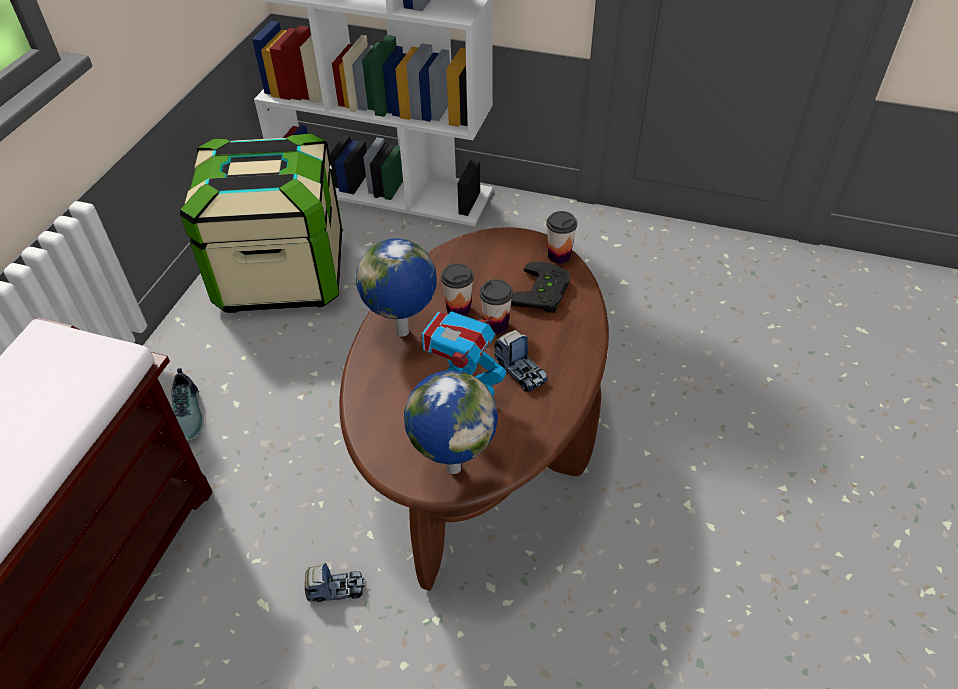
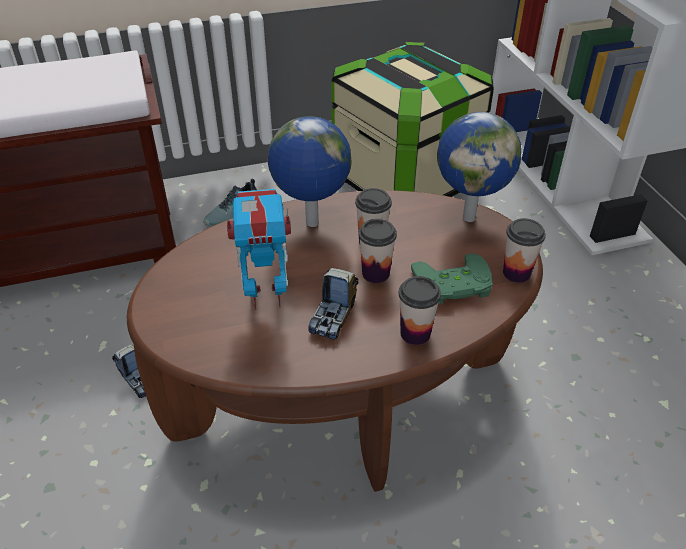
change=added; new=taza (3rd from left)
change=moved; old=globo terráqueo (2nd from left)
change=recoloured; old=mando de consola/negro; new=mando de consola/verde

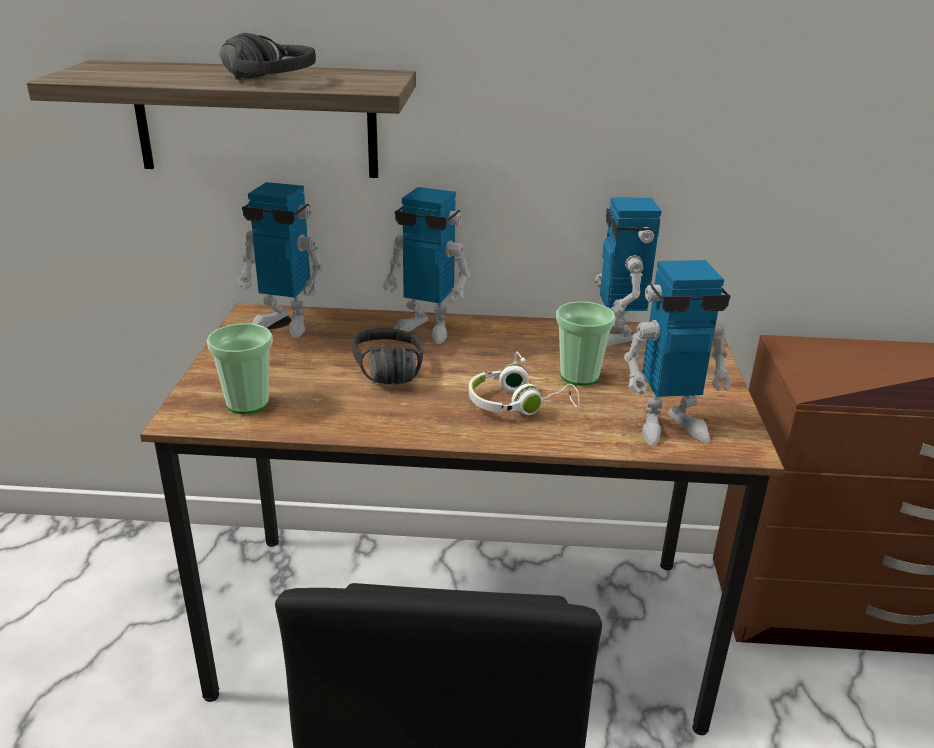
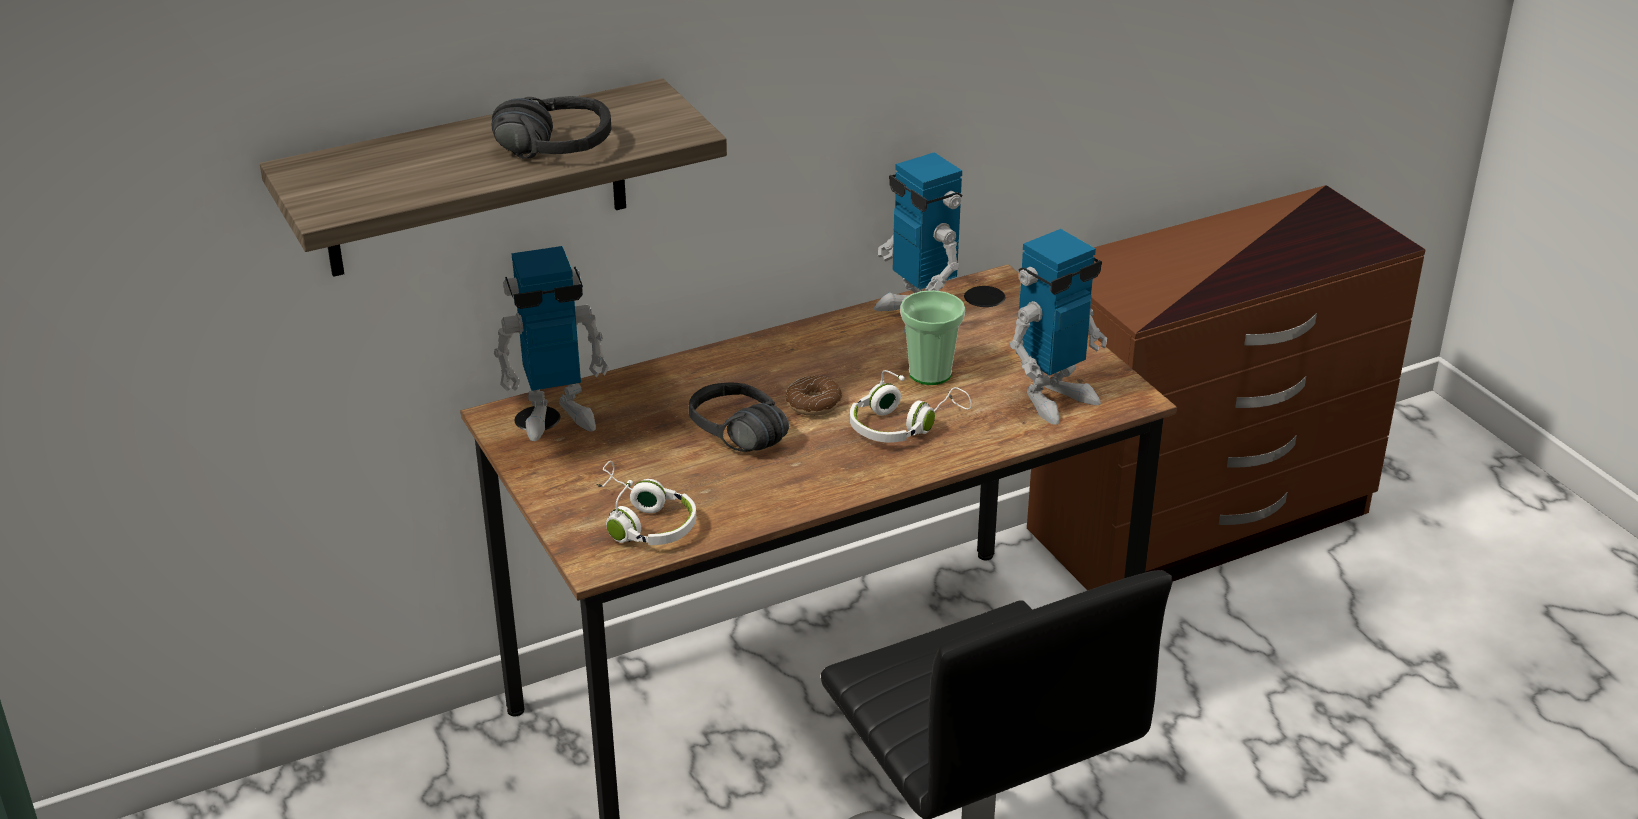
change=removed; old=robot de juguete (2nd from left)
change=added; new=rosquilla
change=replaced; old=taza (1st from left); new=auriculares/blanco (1st from left)

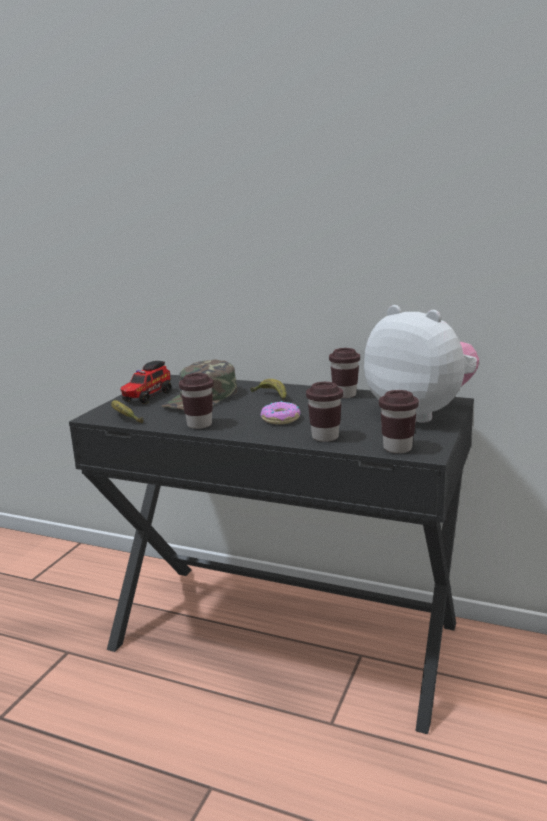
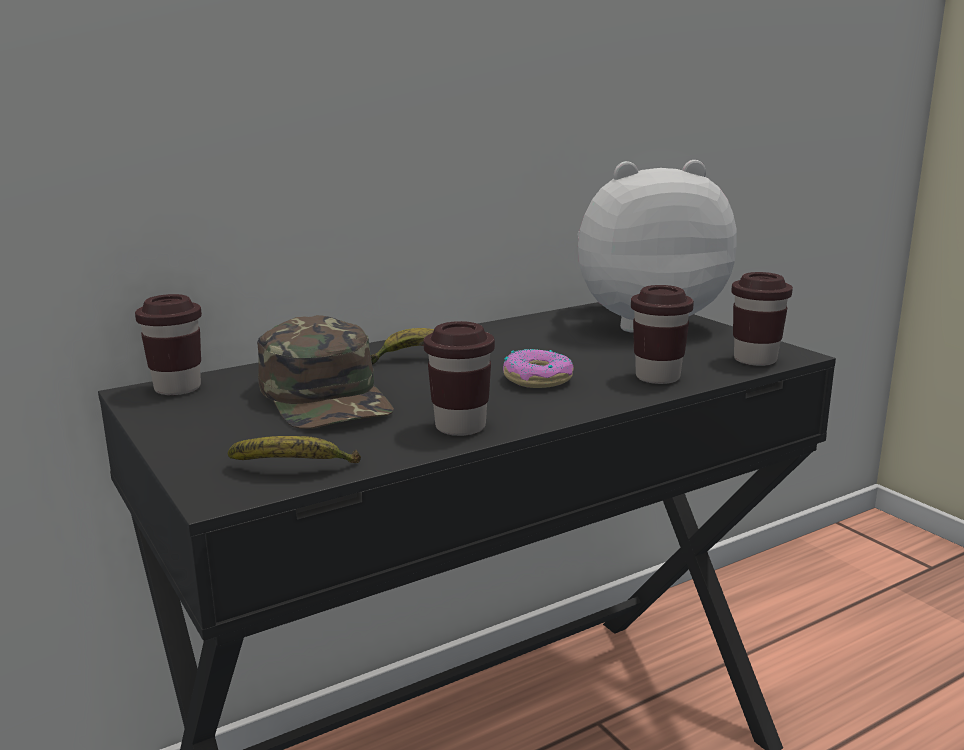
change=removed; old=camión de juguete
change=moved; old=taza/marrón (3rd from left in the first image); new=taza/marrón (1st from left)

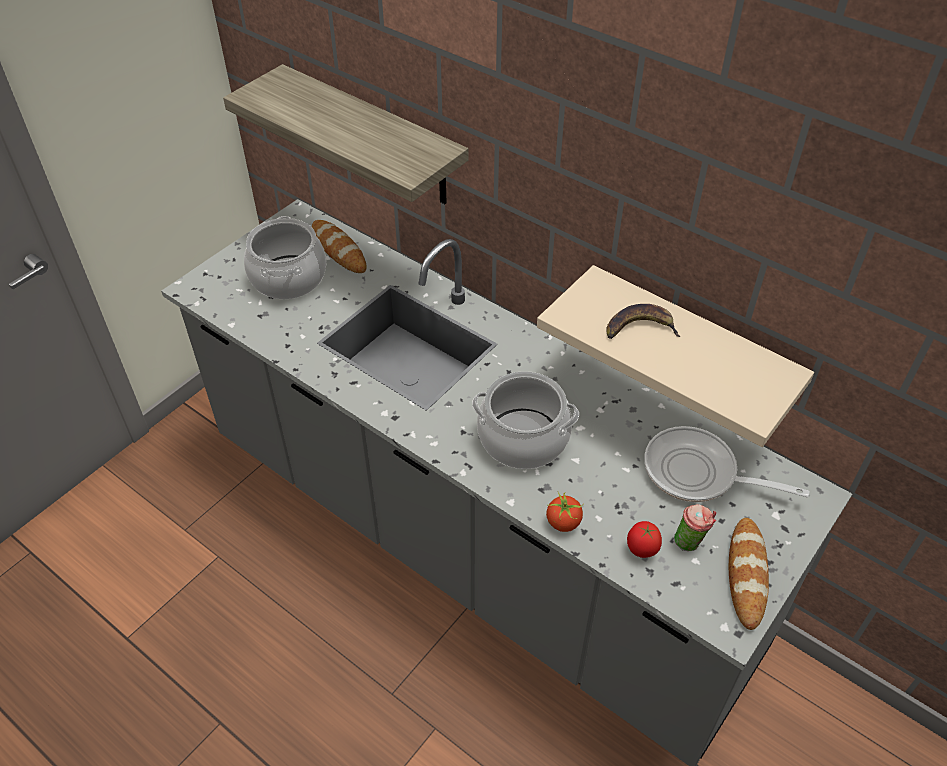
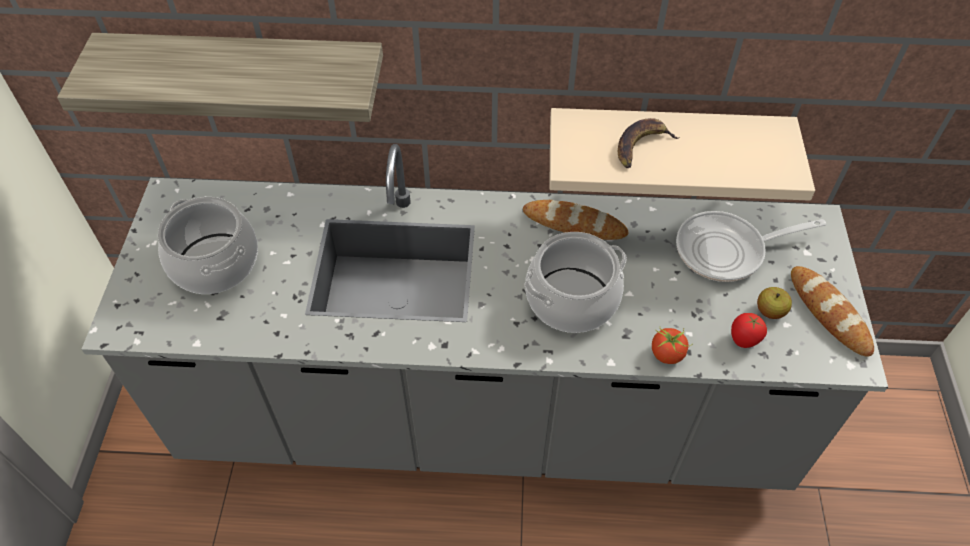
change=moved; old=pan (1st from left)
change=replaced; old=taza; new=manzana

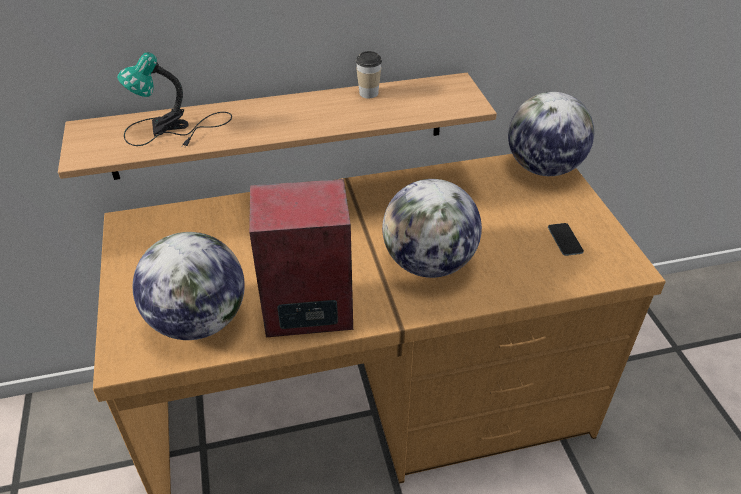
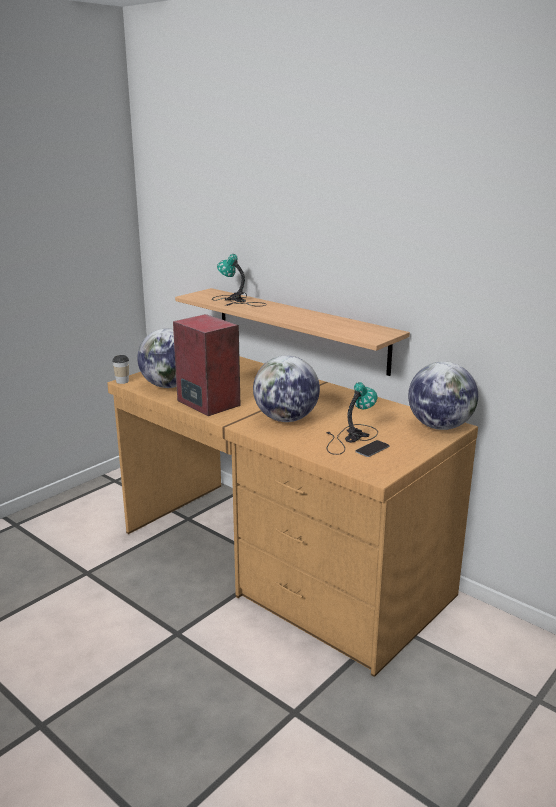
change=added; new=lámpara de mesa (2nd from left)
change=moved; old=taza

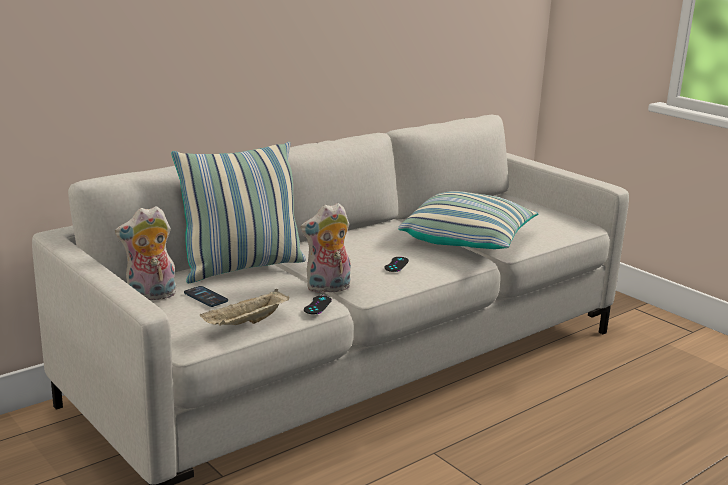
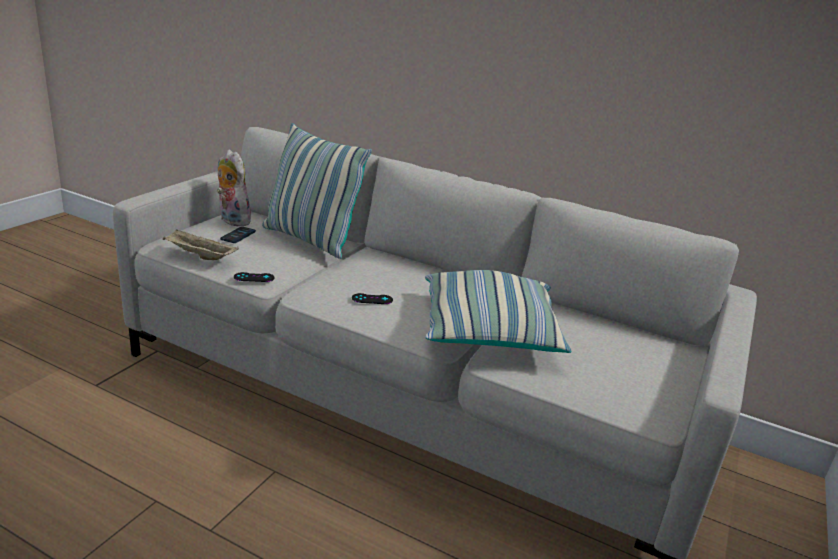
change=removed; old=peluche (2nd from left)

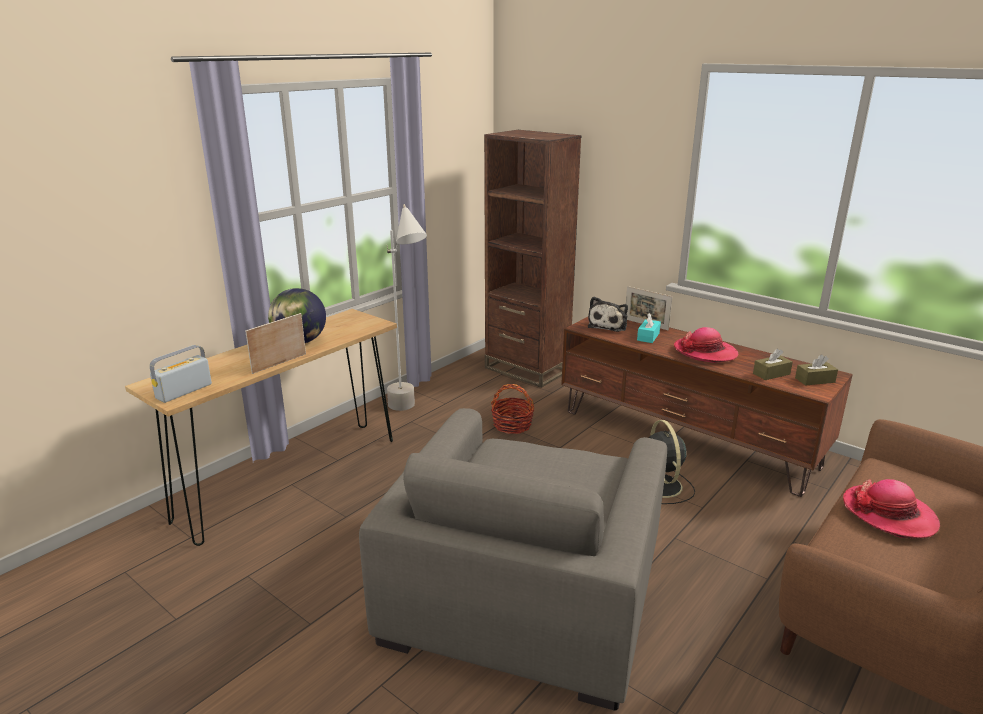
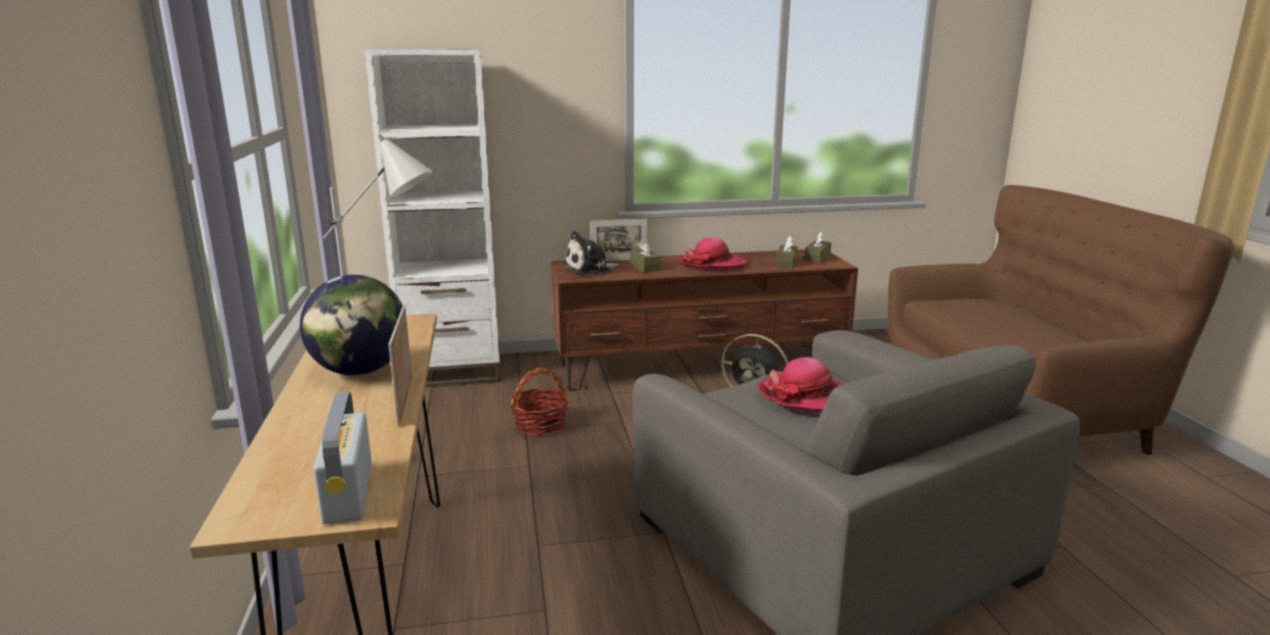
change=moved; old=sombrero (2nd from left)
change=recoloured; old=estantería/marrón; new=estantería/blanco
change=recoloured; old=caja de pañuelos/turquesa; new=caja de pañuelos/marrón (1st from left)
change=turned; old=peluche; degrees=90

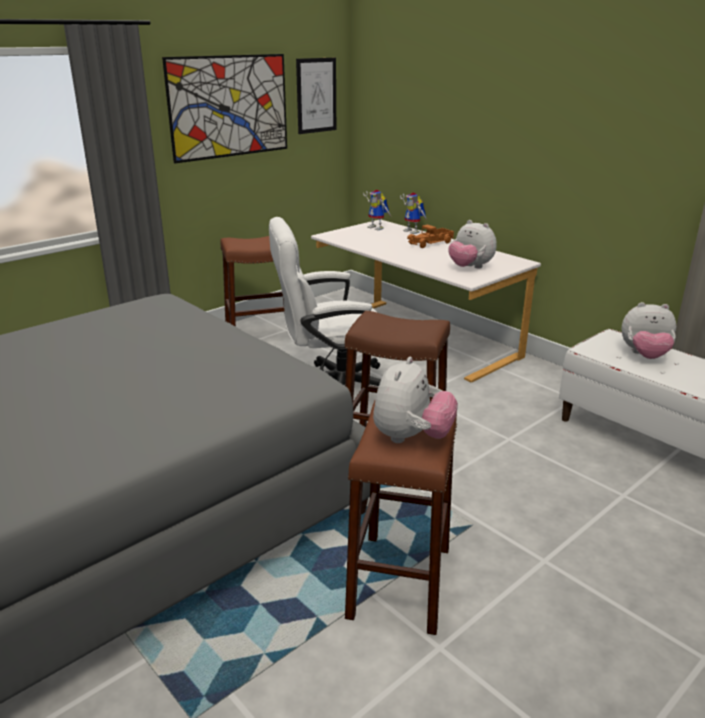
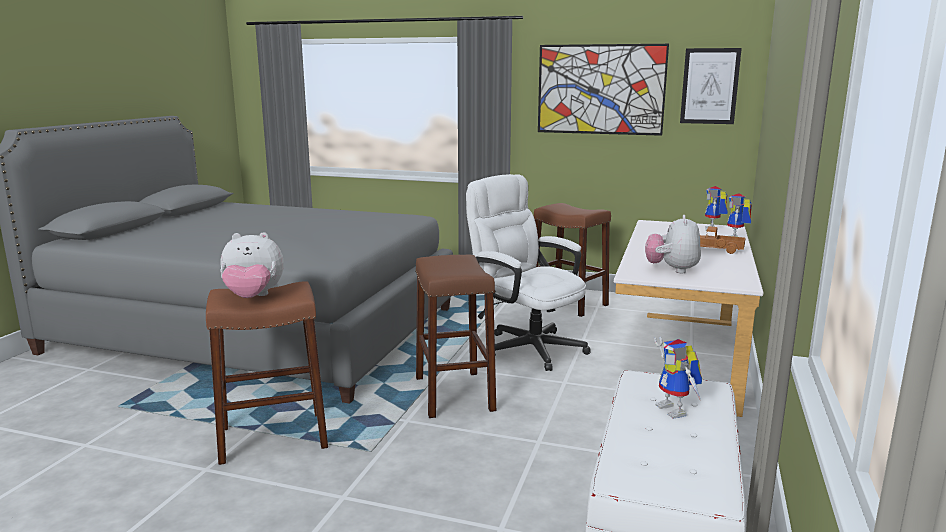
change=replaced; old=peluche (3rd from left); new=robot de juguete (1st from left)

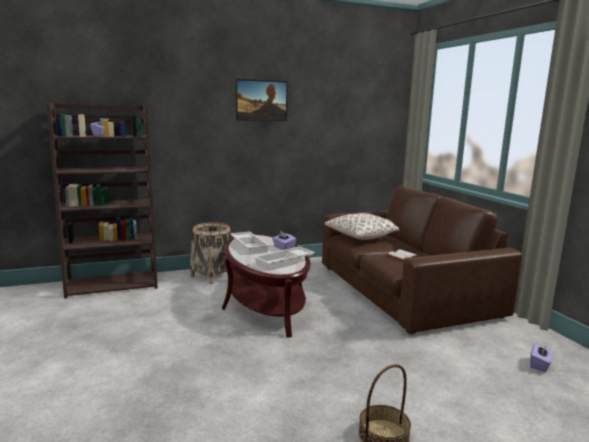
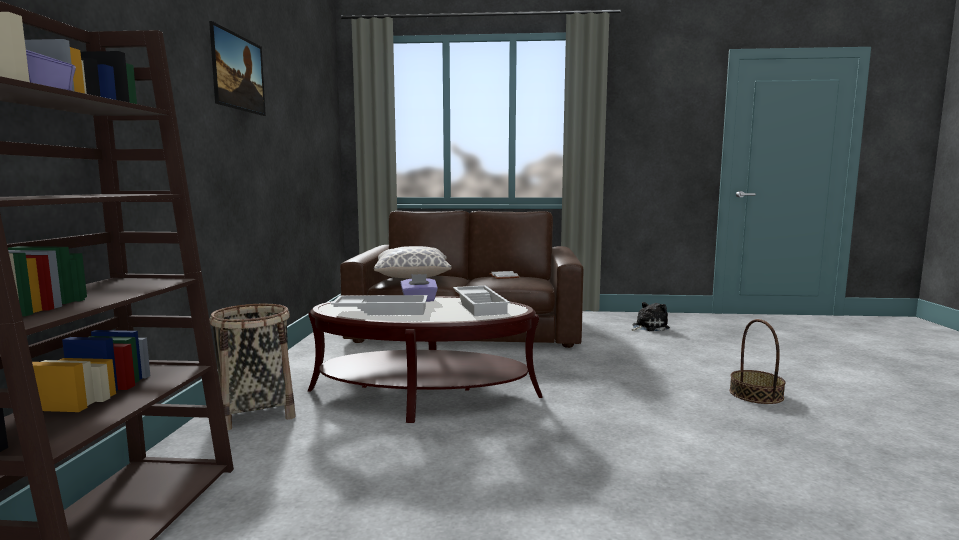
change=replaced; old=caja de pañuelos/morado (3rd from left); new=peluche

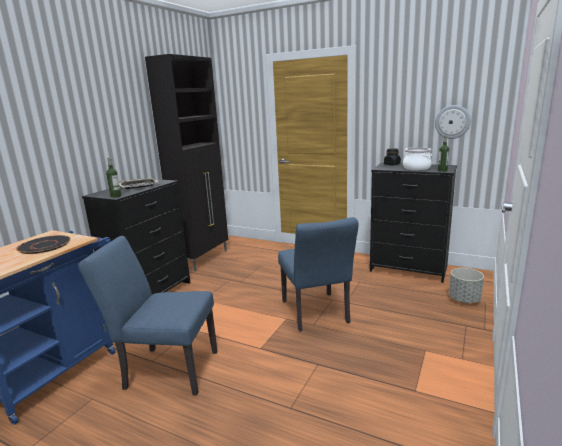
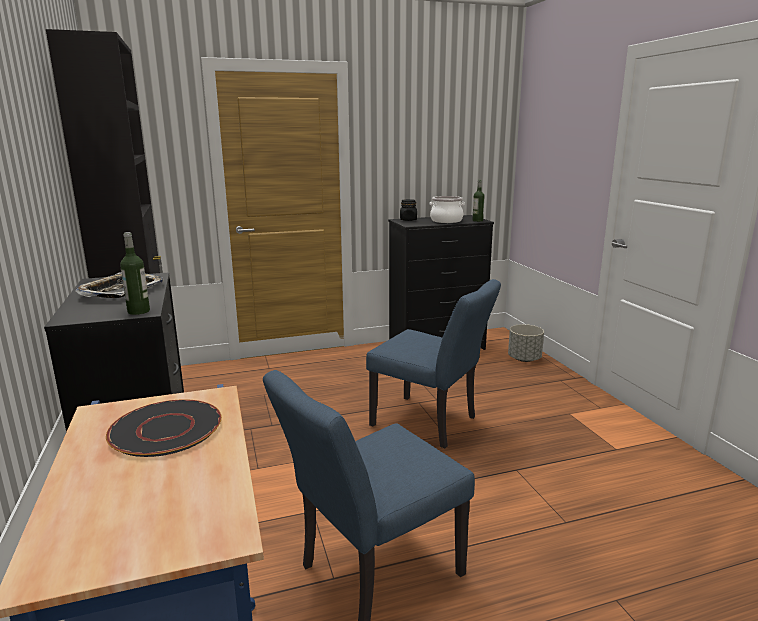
change=removed; old=reloj de pared

